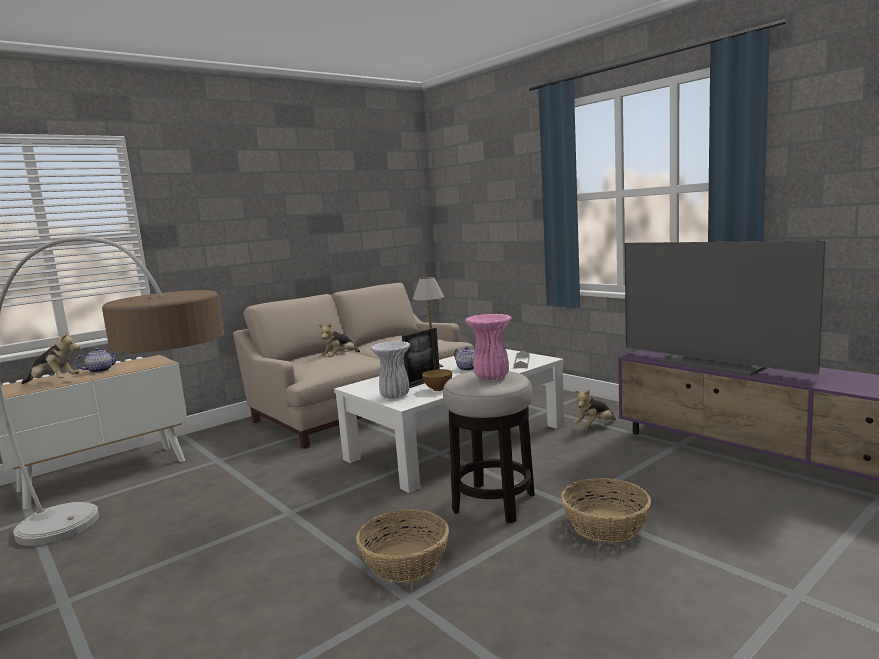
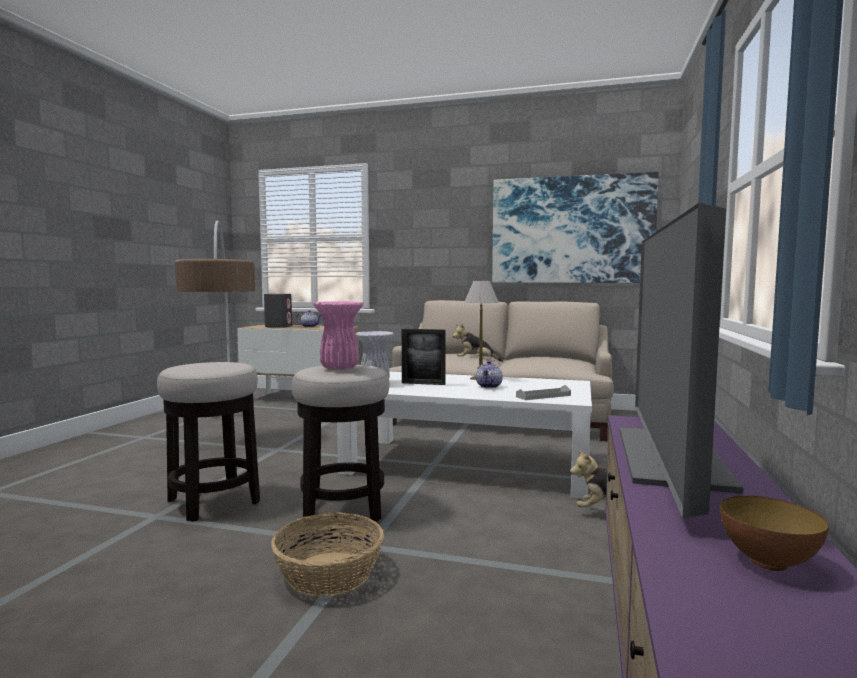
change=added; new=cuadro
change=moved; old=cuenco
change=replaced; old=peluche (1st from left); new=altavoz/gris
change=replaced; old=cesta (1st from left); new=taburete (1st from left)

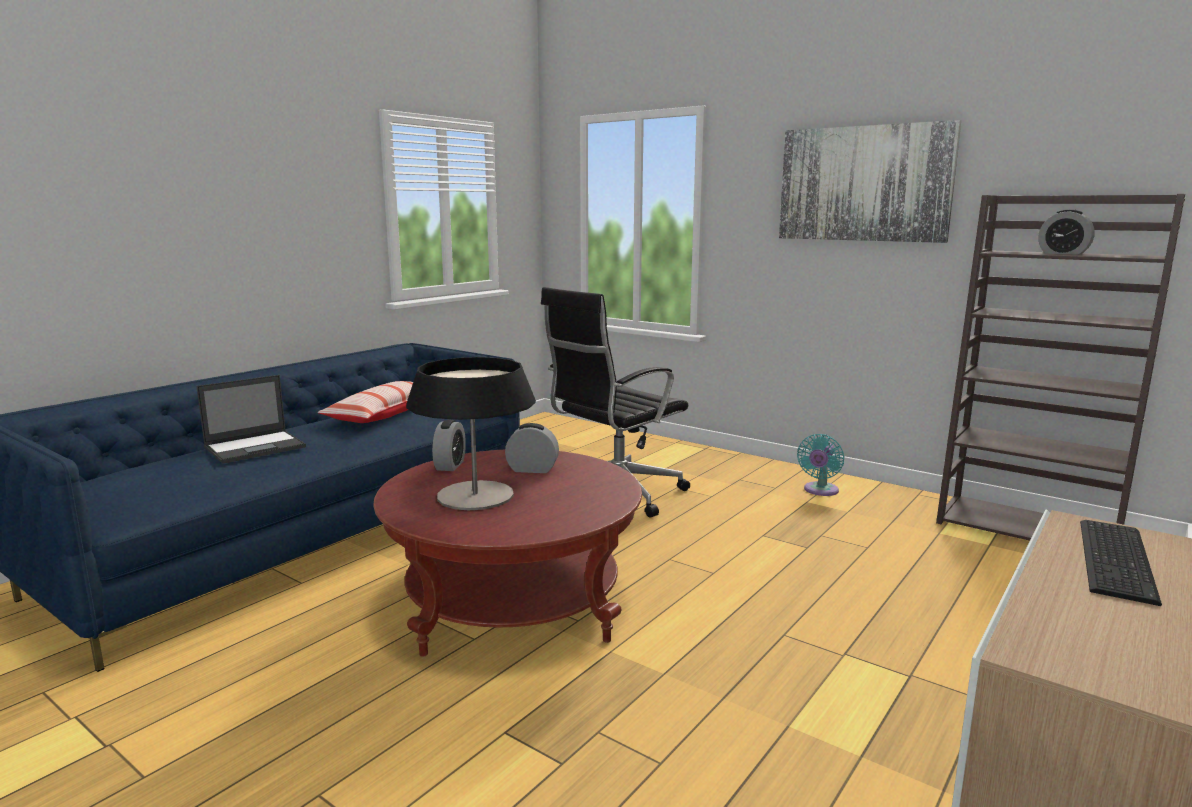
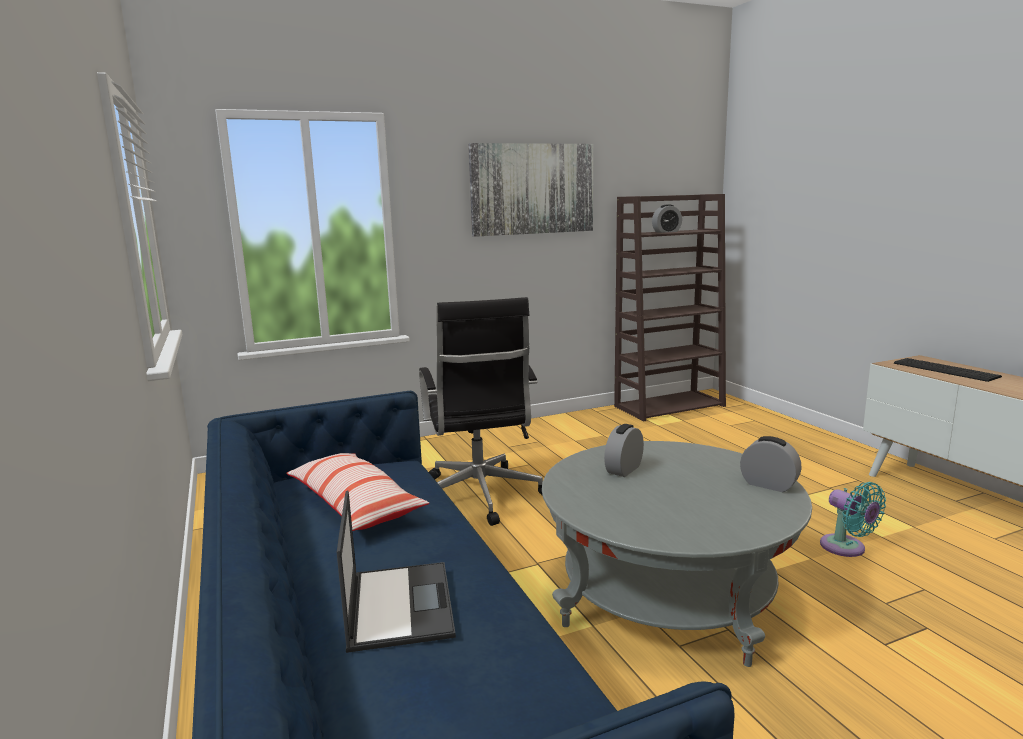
change=removed; old=lámpara de mesa
change=moved; old=despertador (1st from left in the first image); new=despertador (3rd from left)
change=moved; old=ventilador/turquesa
change=recoloured; old=mesa de centro/rojo; new=mesa de centro/gris

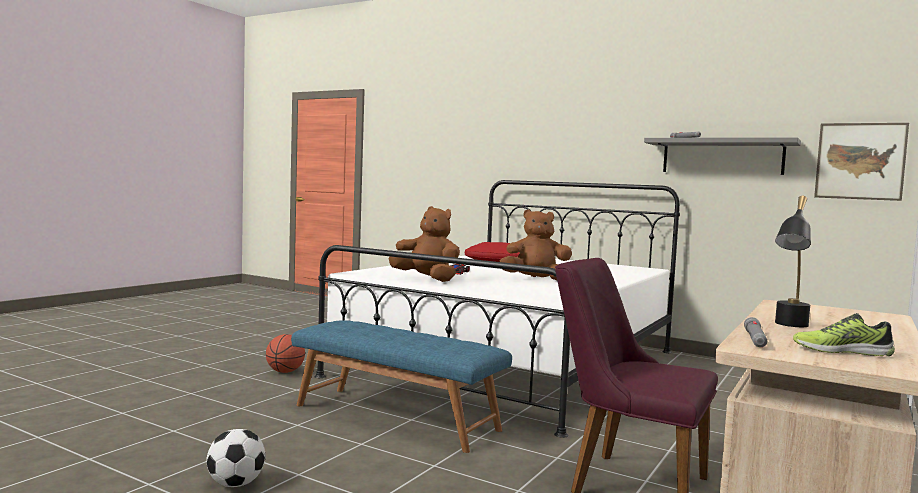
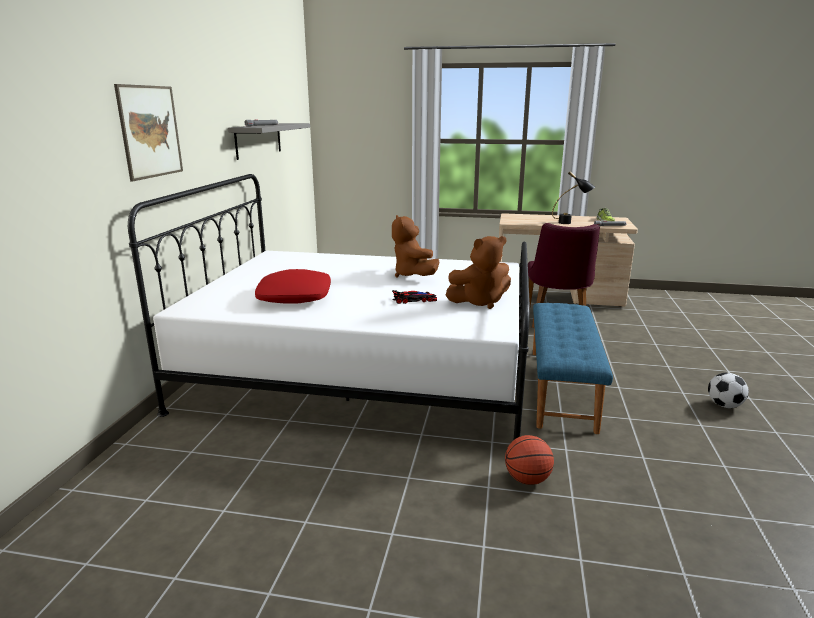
change=moved; old=cuadro
change=turned; old=peluche/marrón (1st from left in the first image); degrees=-120

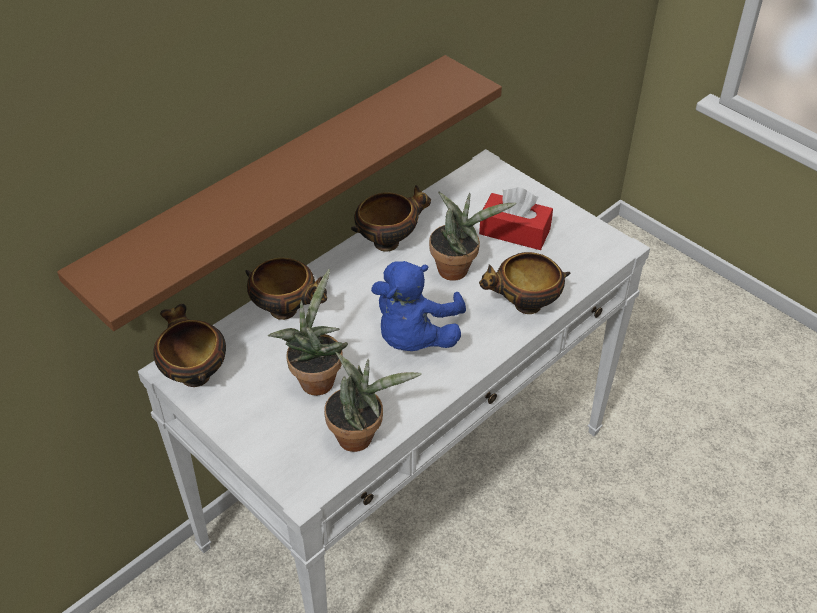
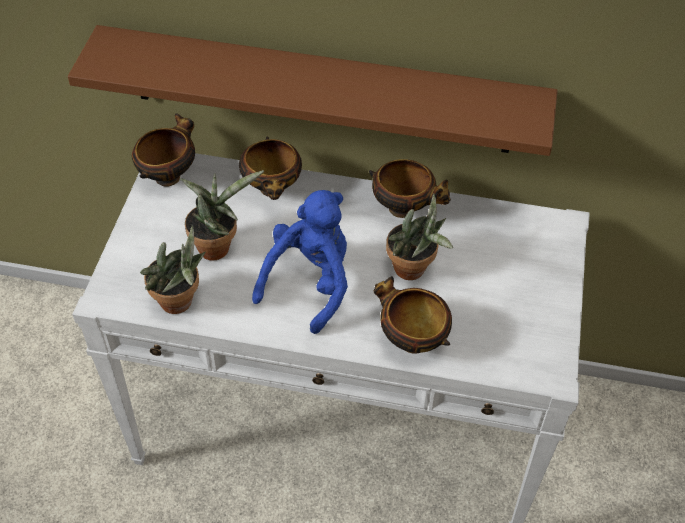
change=removed; old=caja de pañuelos/rojo
change=turned; old=peluche/azul; degrees=135

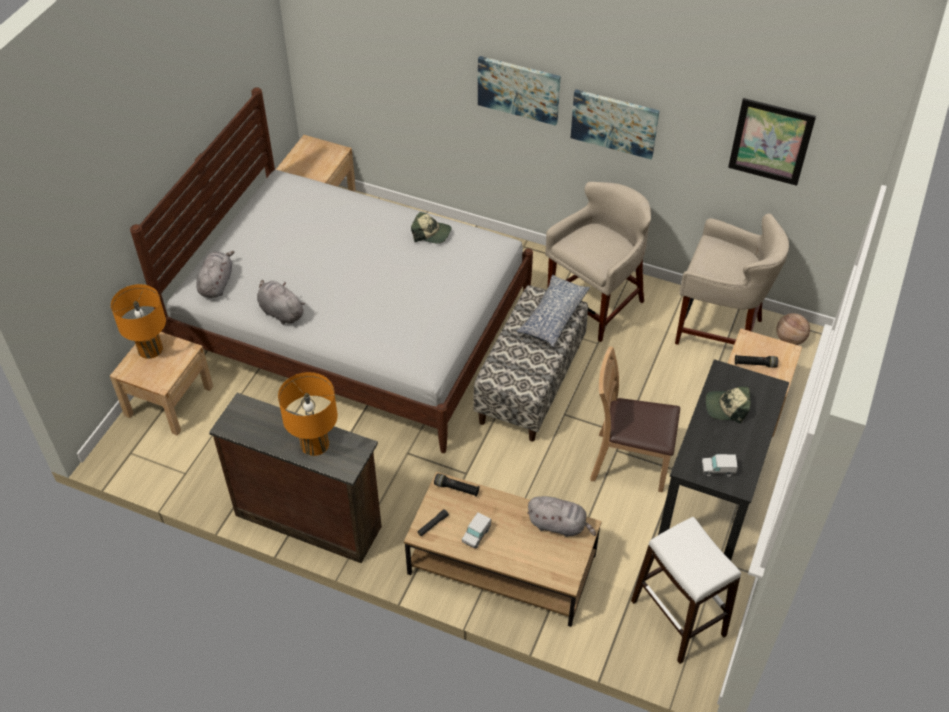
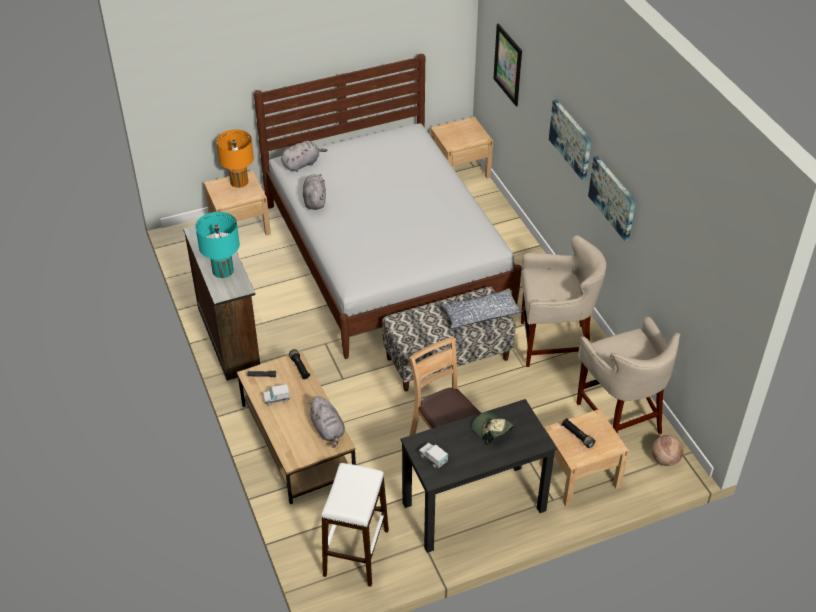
change=removed; old=gorra (1st from left)
change=moved; old=cuadro (3rd from left in the first image); new=cuadro (1st from left)
change=recoloured; old=lámpara de mesa/naranja (2nd from left); new=lámpara de mesa/turquesa

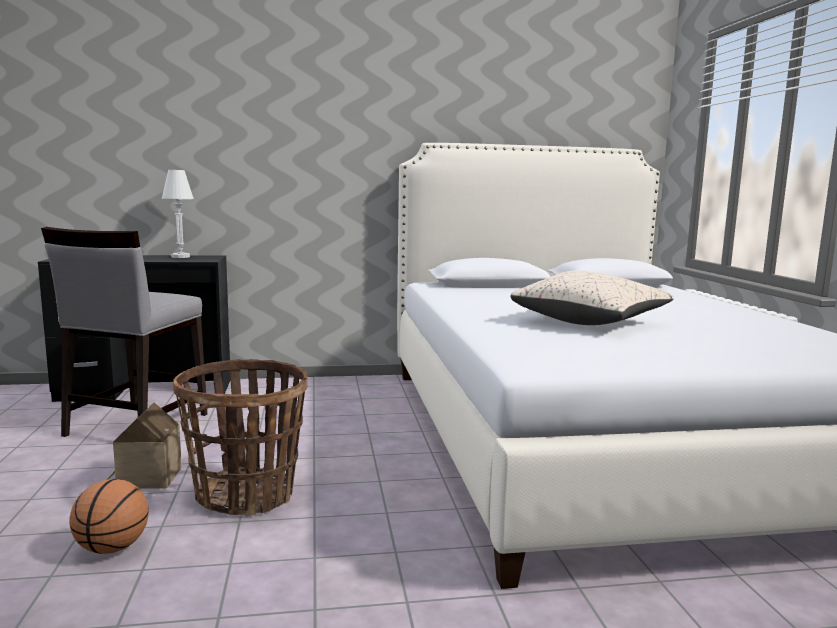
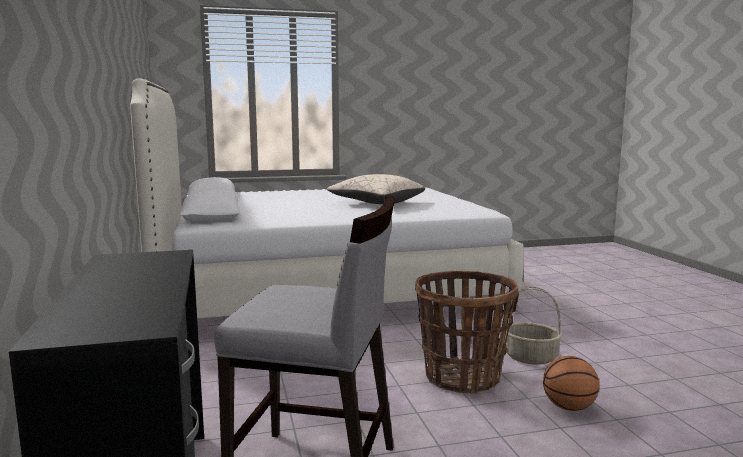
change=removed; old=casita
change=removed; old=lámpara de mesa/blanco
change=added; new=cesta (2nd from left)

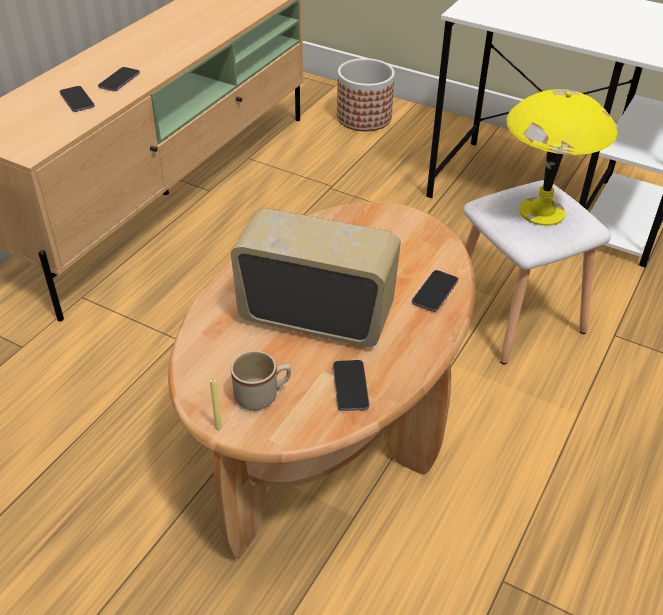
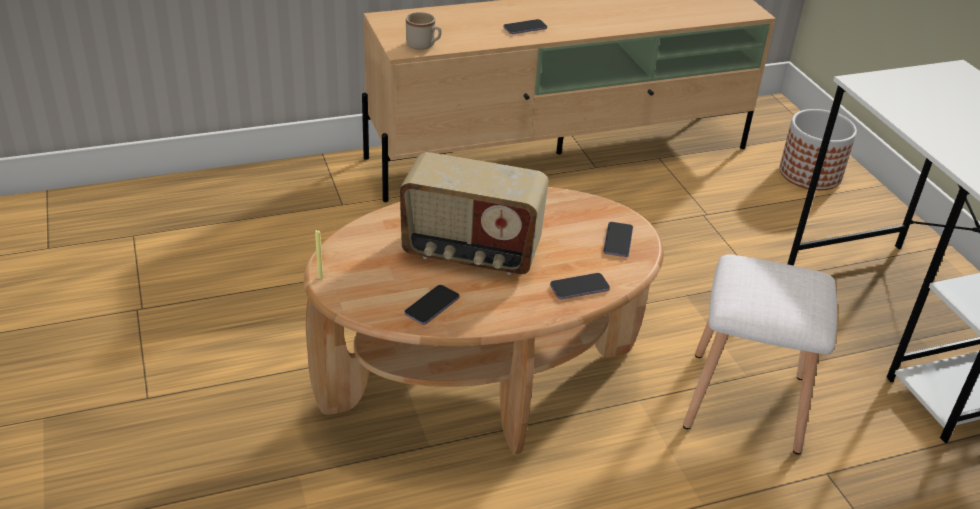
change=removed; old=lámpara de mesa/amarillo
change=moved; old=móvil (1st from left in the first image); new=móvil (4th from left)
change=moved; old=taza grande/beis
change=turned; old=radio; degrees=135

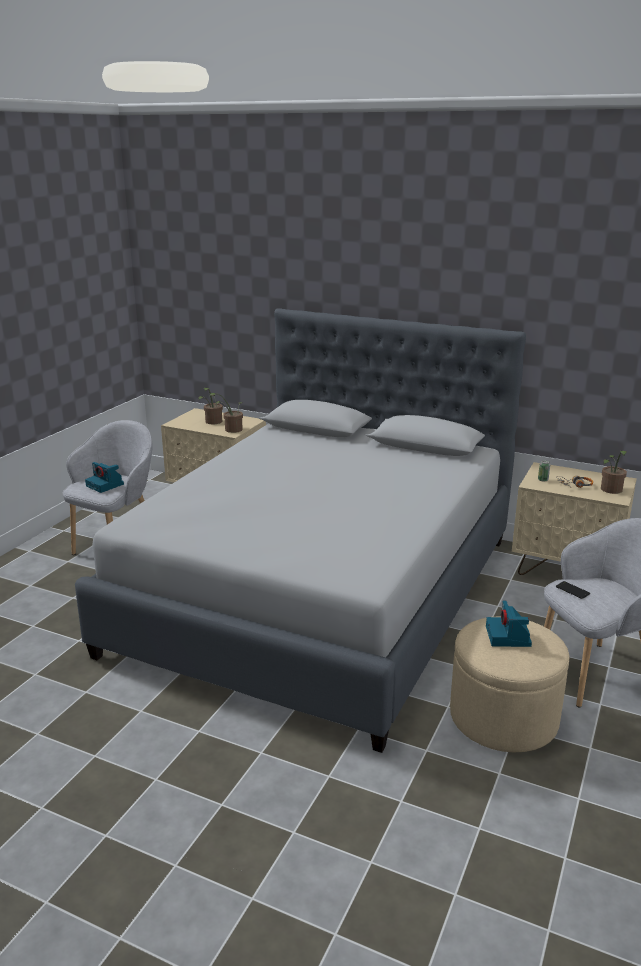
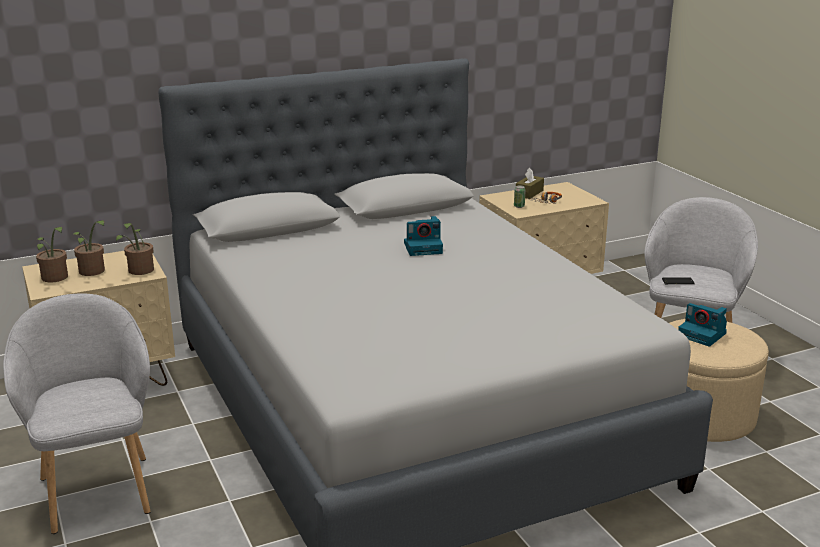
change=added; new=caja de pañuelos/marrón
change=moved; old=cámara (1st from left)
change=moved; old=planta en maceta (3rd from left in the first image); new=planta en maceta (1st from left)

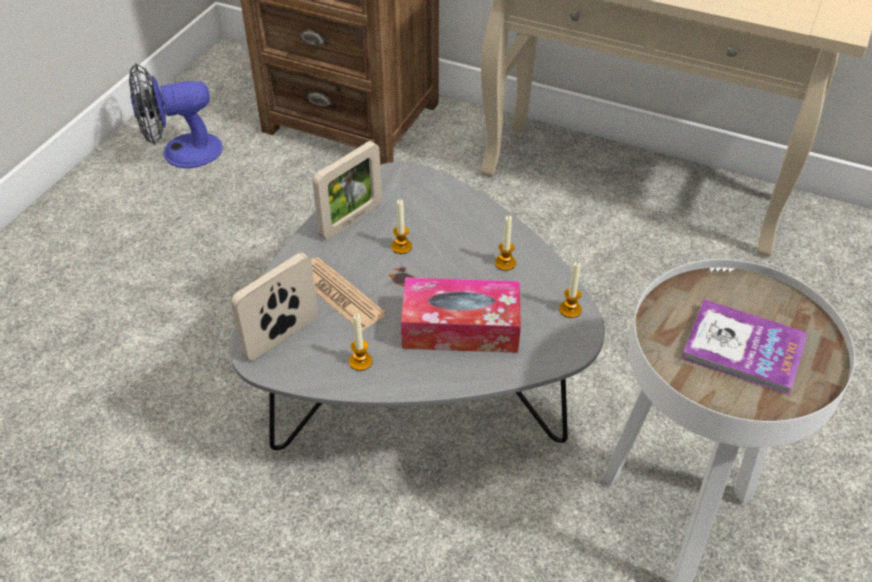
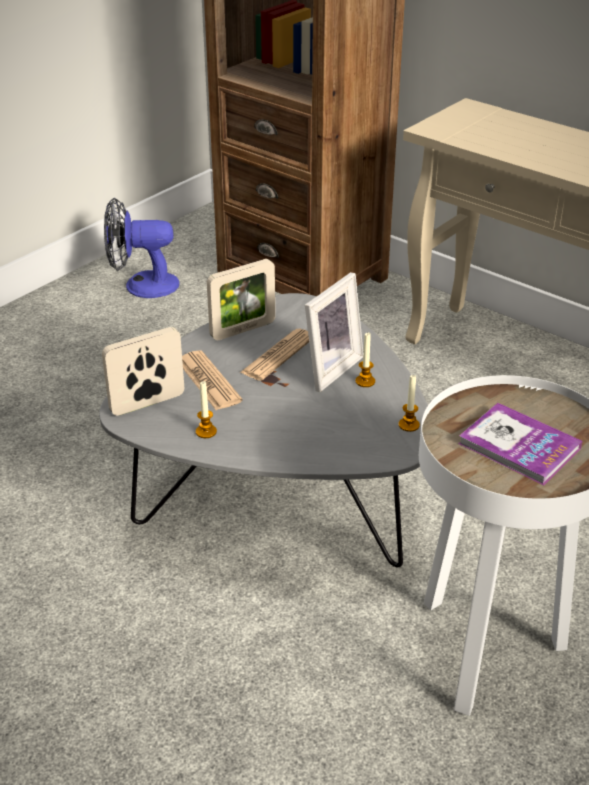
change=removed; old=caja de pañuelos
change=added; new=portarretratos (3rd from left)
change=replaced; old=vela (2nd from left); new=periódico (2nd from left)

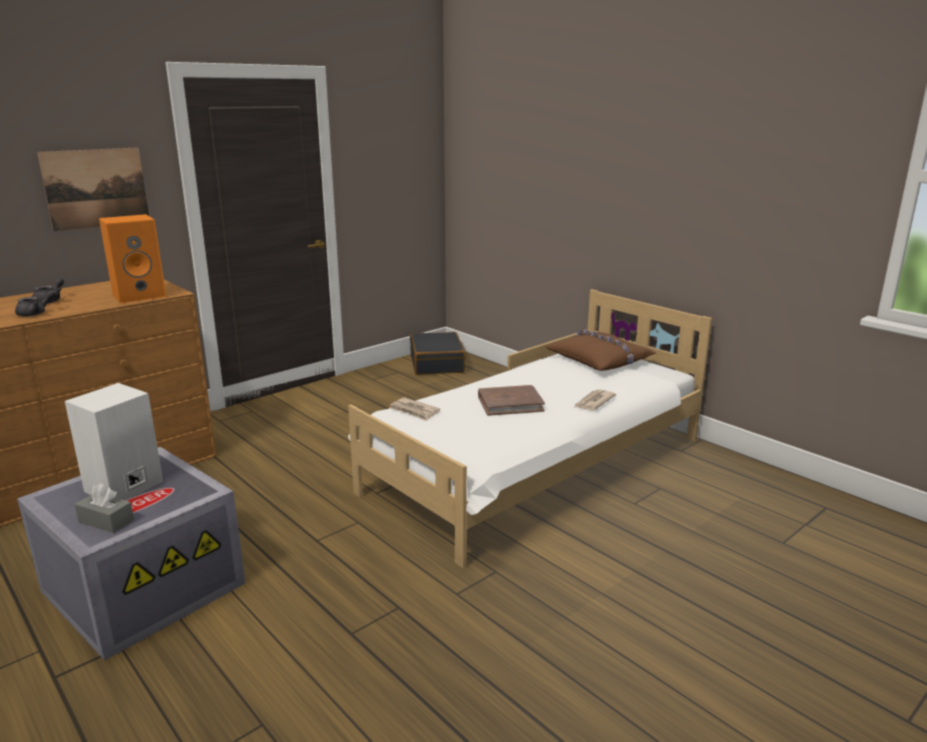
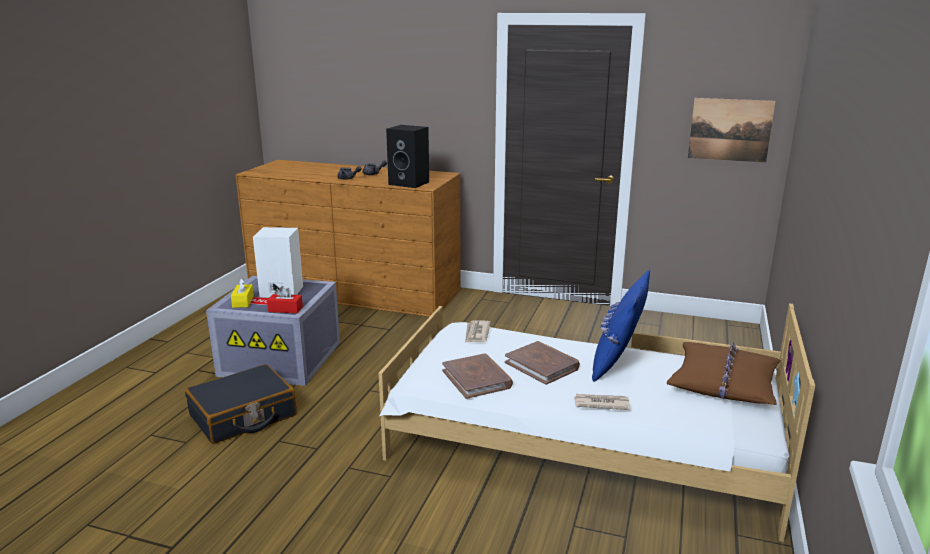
change=added; new=caja de pañuelos/rojo
change=added; new=libro/marrón (1st from left)
change=added; new=cojín/azul
change=moved; old=cuadro
change=moved; old=maleta/negro
change=recoloured; old=caja de pañuelos/gris; new=caja de pañuelos/amarillo
change=recoloured; old=altavoz/naranja; new=altavoz/negro

